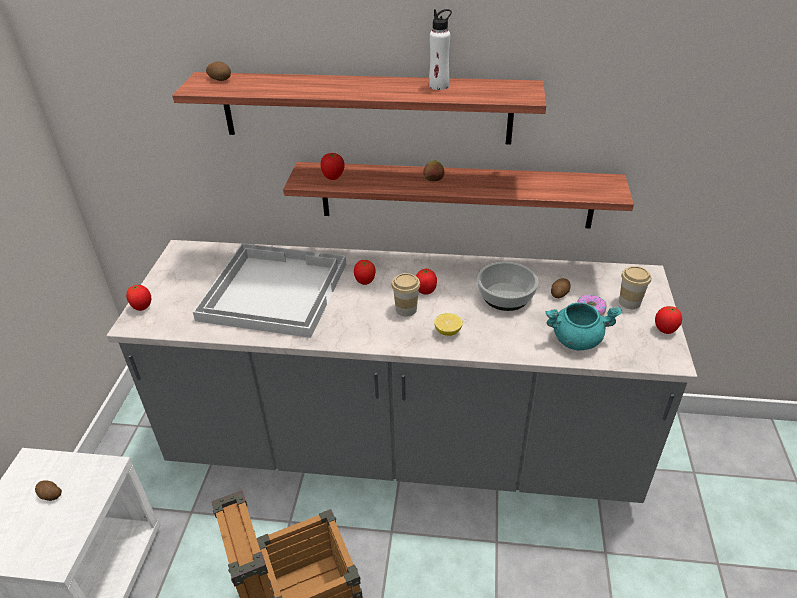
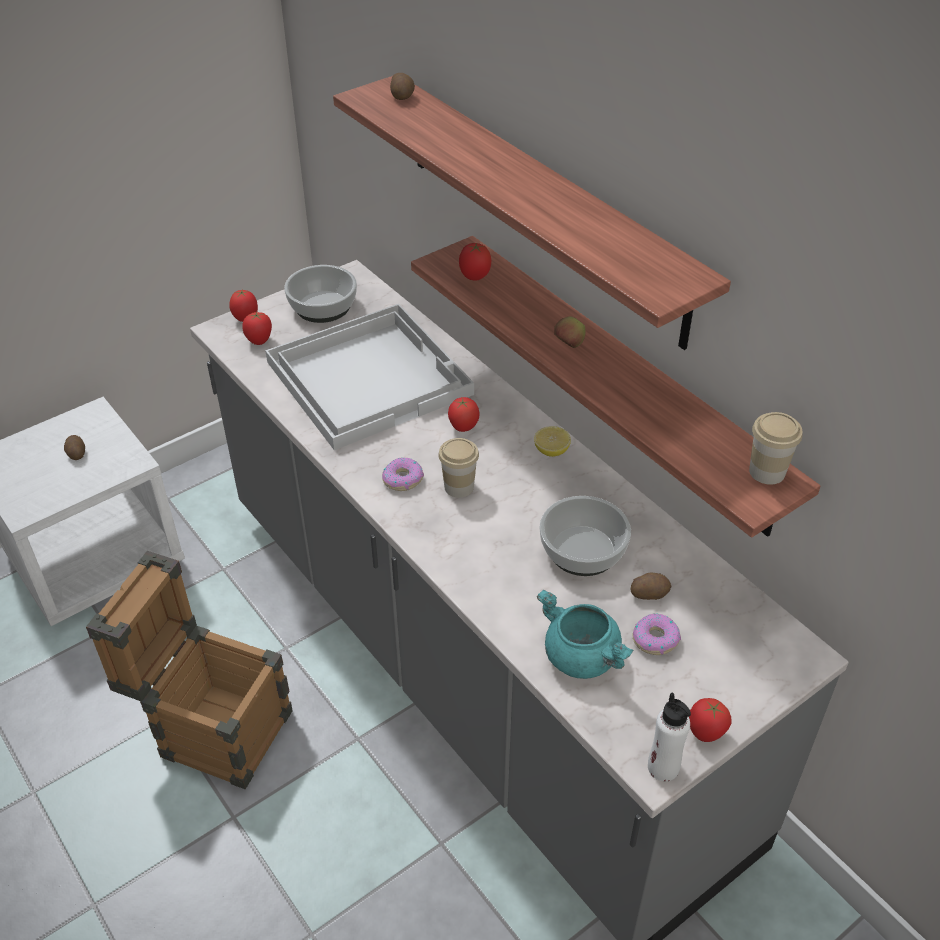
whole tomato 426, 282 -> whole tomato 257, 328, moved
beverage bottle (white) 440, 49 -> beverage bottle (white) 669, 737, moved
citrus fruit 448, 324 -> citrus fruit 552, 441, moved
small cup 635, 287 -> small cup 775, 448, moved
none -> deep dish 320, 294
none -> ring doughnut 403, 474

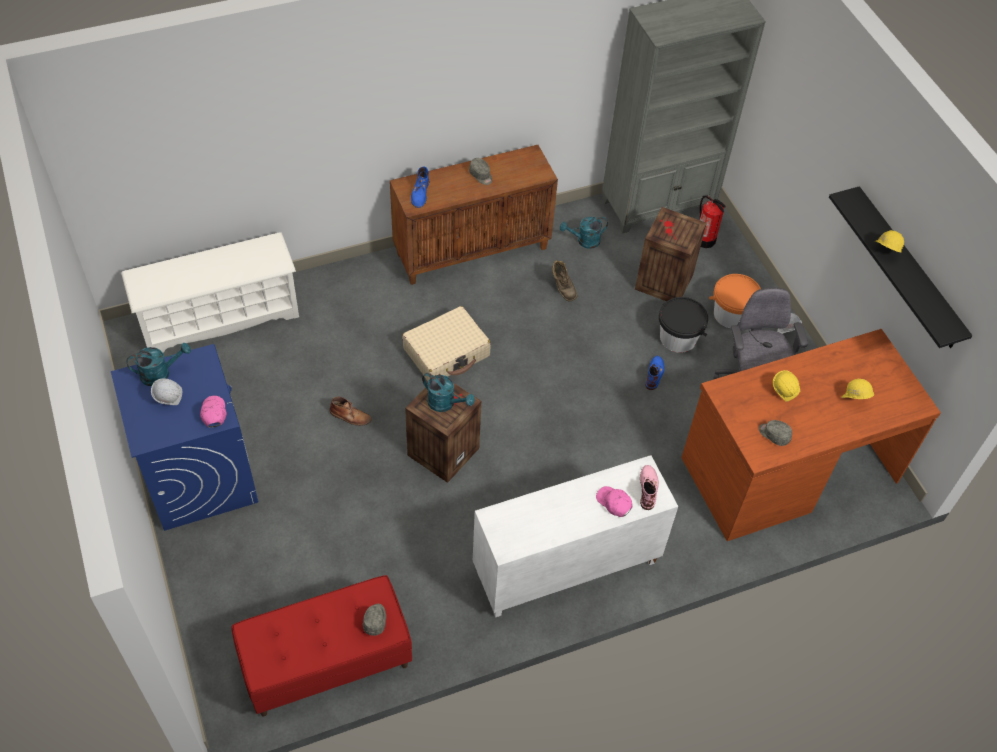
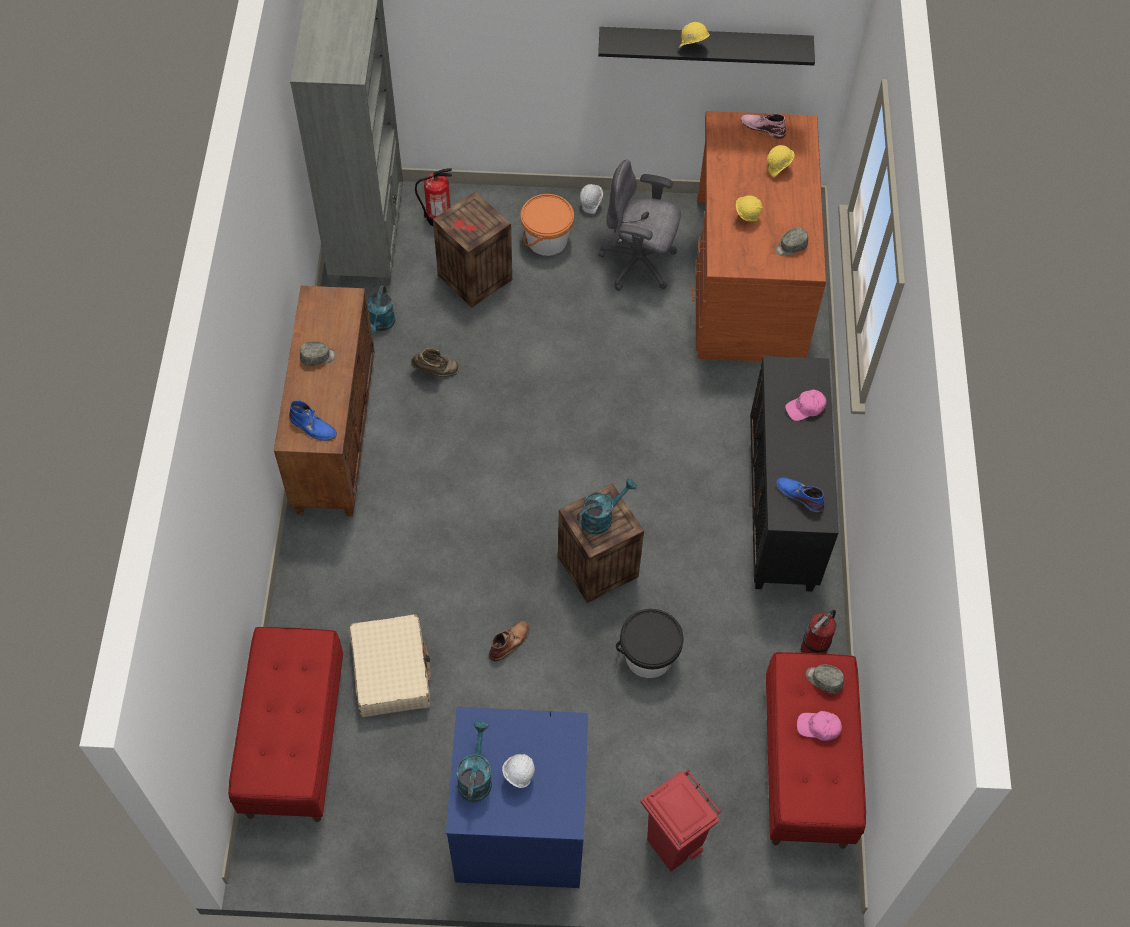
shoe rack (white) 210, 292 -> long seat (reddish) 285, 724
peaked cap (pink) 213, 412 -> peaked cap (pink) 819, 726, moved
suitcase (beige-coloured) 446, 343 -> suitcase (beige-coloured) 390, 665, moved
cabinet (white) 575, 536 -> cabinet (black) 794, 474
tall boot (pink) 649, 487 -> tall boot (pink) 763, 126, moved
tall boot (blue-coloured) 655, 373 -> tall boot (blue-coloured) 800, 495, moved
water bucket (black) 683, 325 -> water bucket (black) 649, 643, moved
none -> rubbish bin (reddish) 681, 820
none -> extinguisher 818, 632

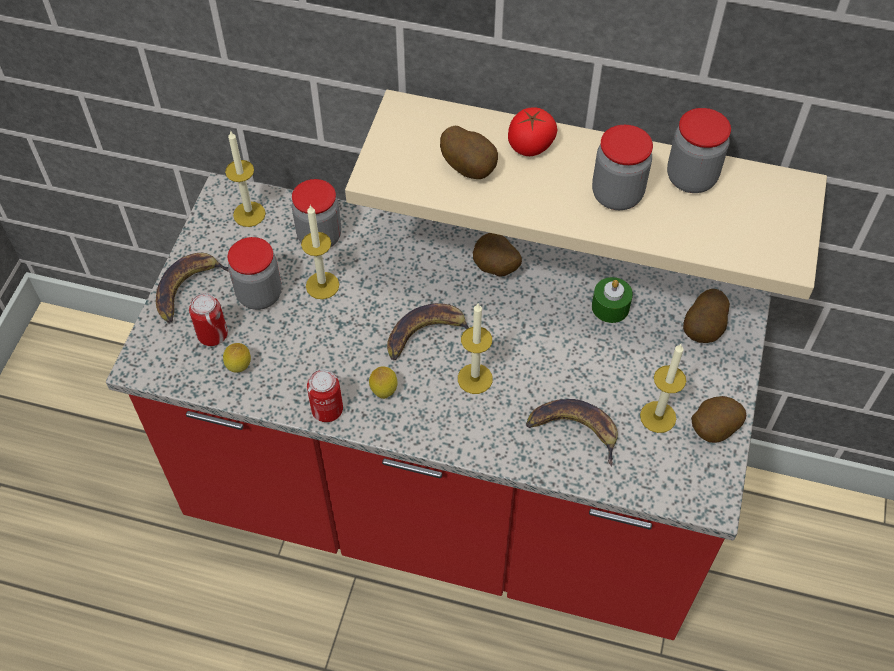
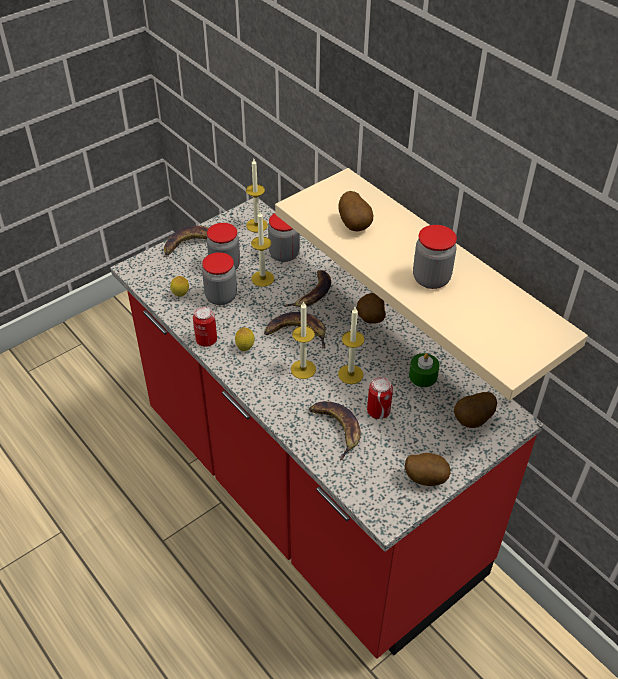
metal can 208, 319 -> metal can 380, 398, moved
whole tomato 532, 131 -> none
candle 663, 388 -> candle 351, 345, moved
jar 699, 150 -> jar 219, 278, moved
none -> whole banana 307, 288

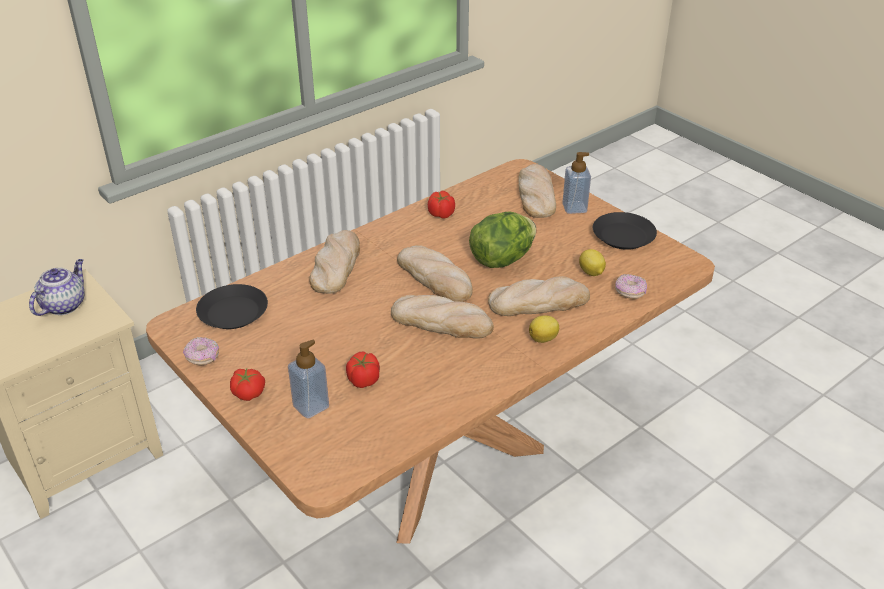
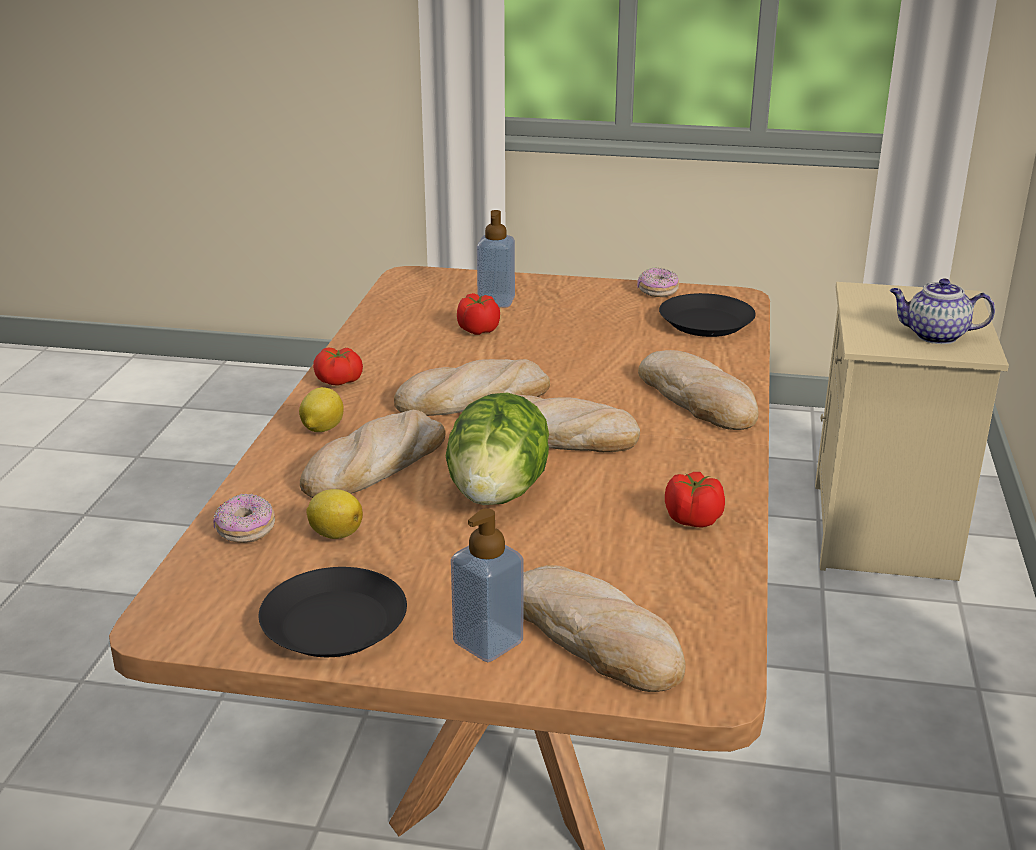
teapot 57, 287 -> teapot 942, 311, 120 degrees clockwise
whole tomato 247, 385 -> whole tomato 338, 367, moved

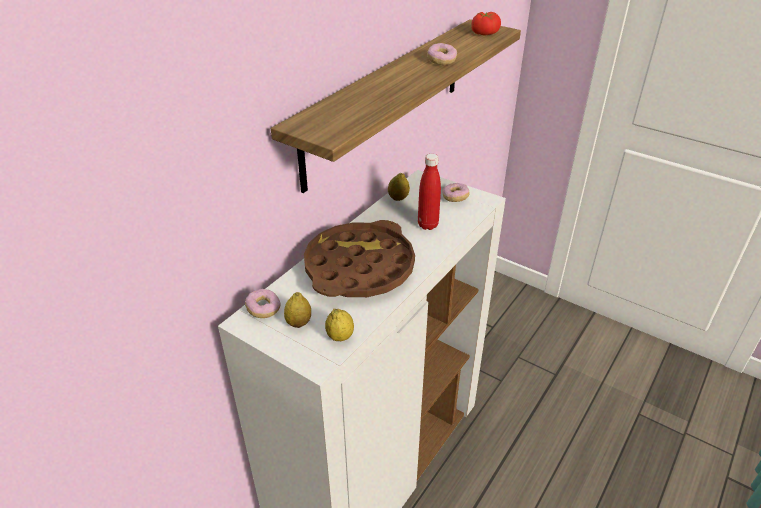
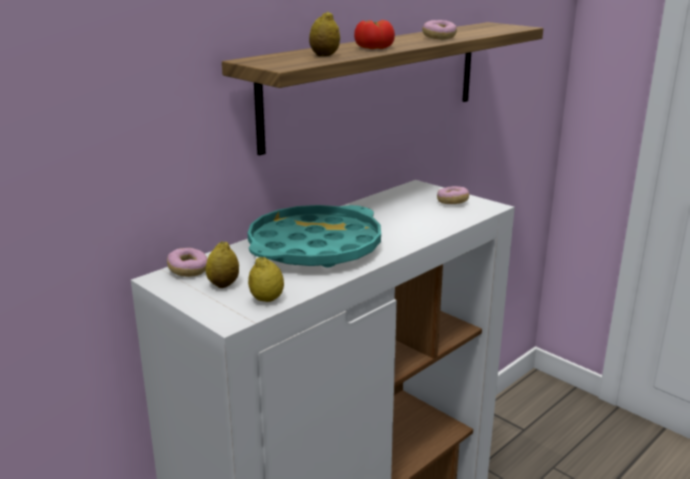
carrying tray (brown-coloured) 359, 258 -> carrying tray (turquoise) 314, 236
citrus fruit 399, 187 -> citrus fruit 324, 33, moved
beverage bottle (reddish) 429, 192 -> none
whole tomato 486, 24 -> whole tomato 374, 34, moved

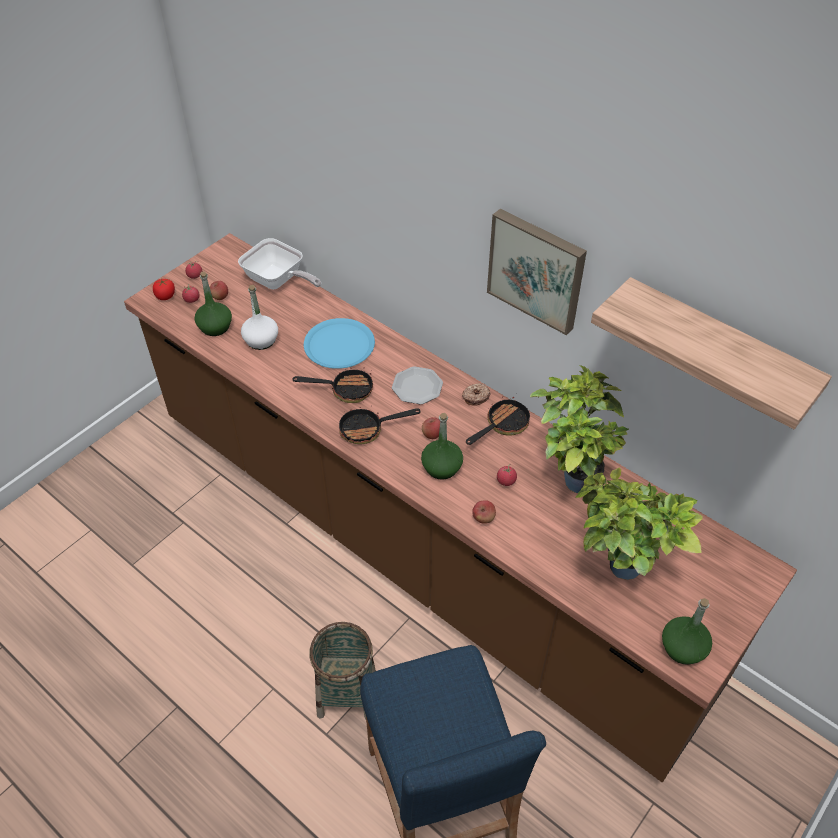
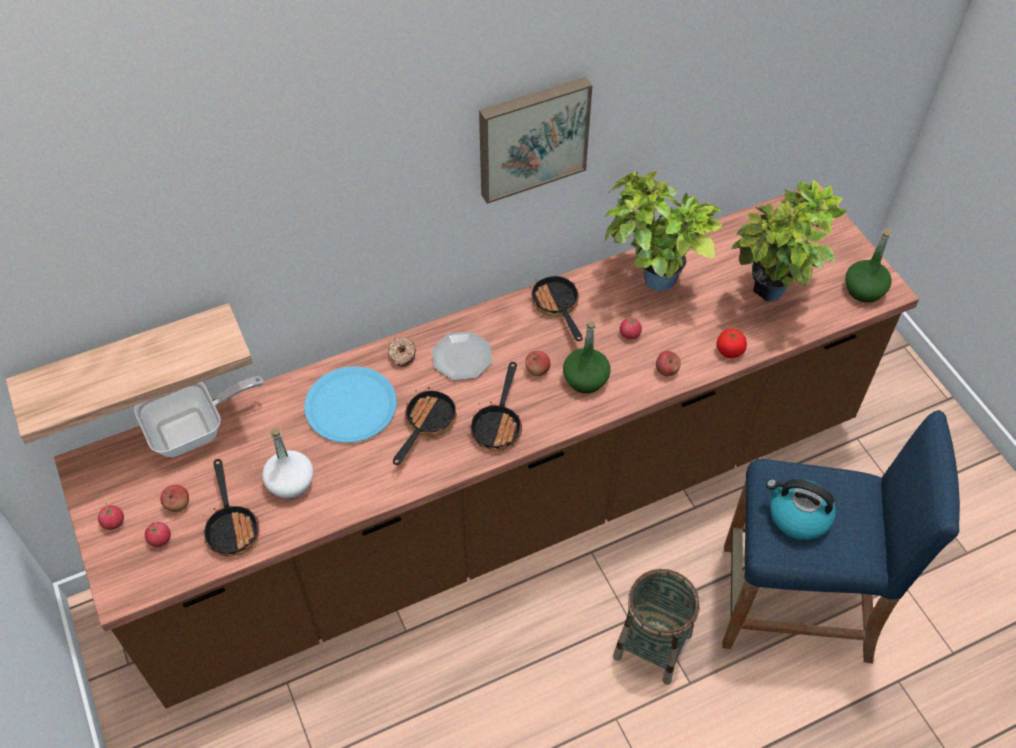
whole tomato 164, 289 -> whole tomato 732, 343, moved
beverage bottle (greenish) 213, 304 -> frying pan 231, 507
ring doughnut 476, 394 -> ring doughnut 402, 352, moved
wall shelf 711, 353 -> wall shelf 129, 373, moved
none -> tea kettle 801, 509

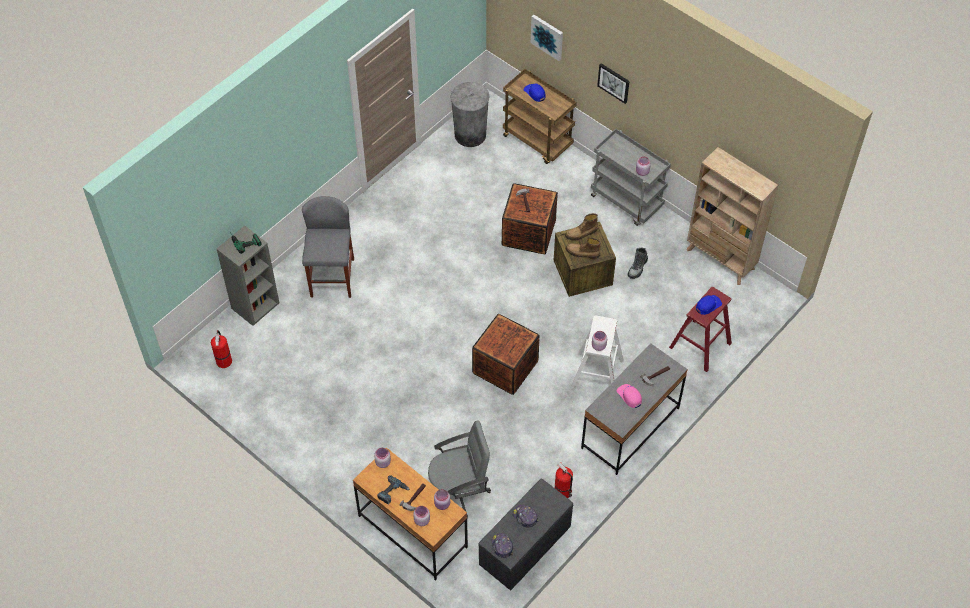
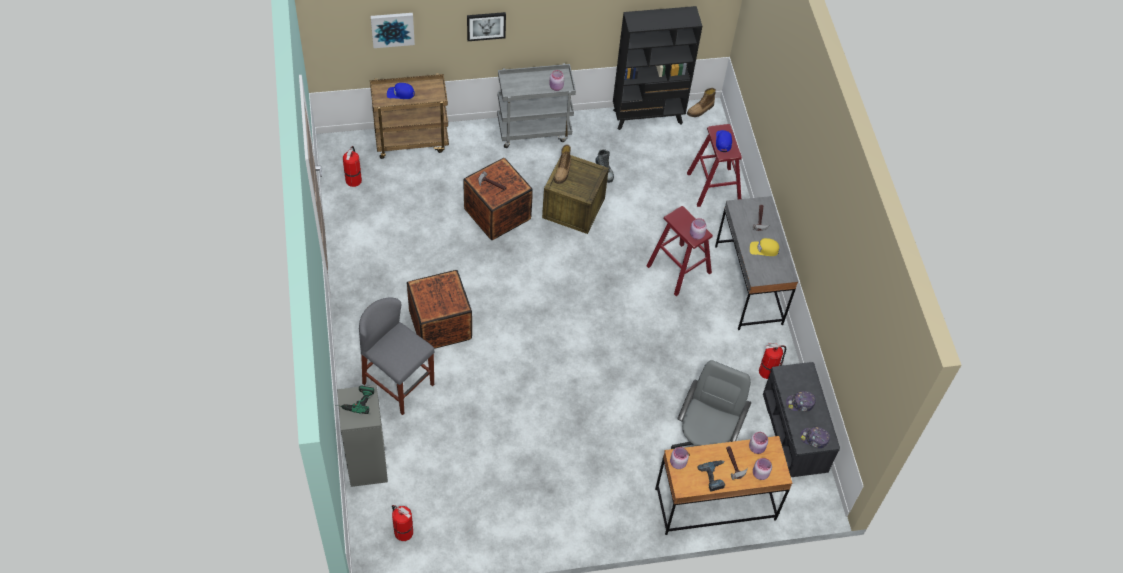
rubbish bin (greyish) 470, 114 -> extinguisher 352, 166
crate 506, 354 -> crate 439, 309, moved
tall boot 583, 248 -> tall boot 701, 102, moved
stool seat (white) 597, 352 -> stool seat (reddish) 680, 251
peaked cap (pink) 629, 396 -> peaked cap (yellow-coloured) 764, 247
bookshelf (beige-coloured) 732, 216 -> bookshelf (black) 657, 68

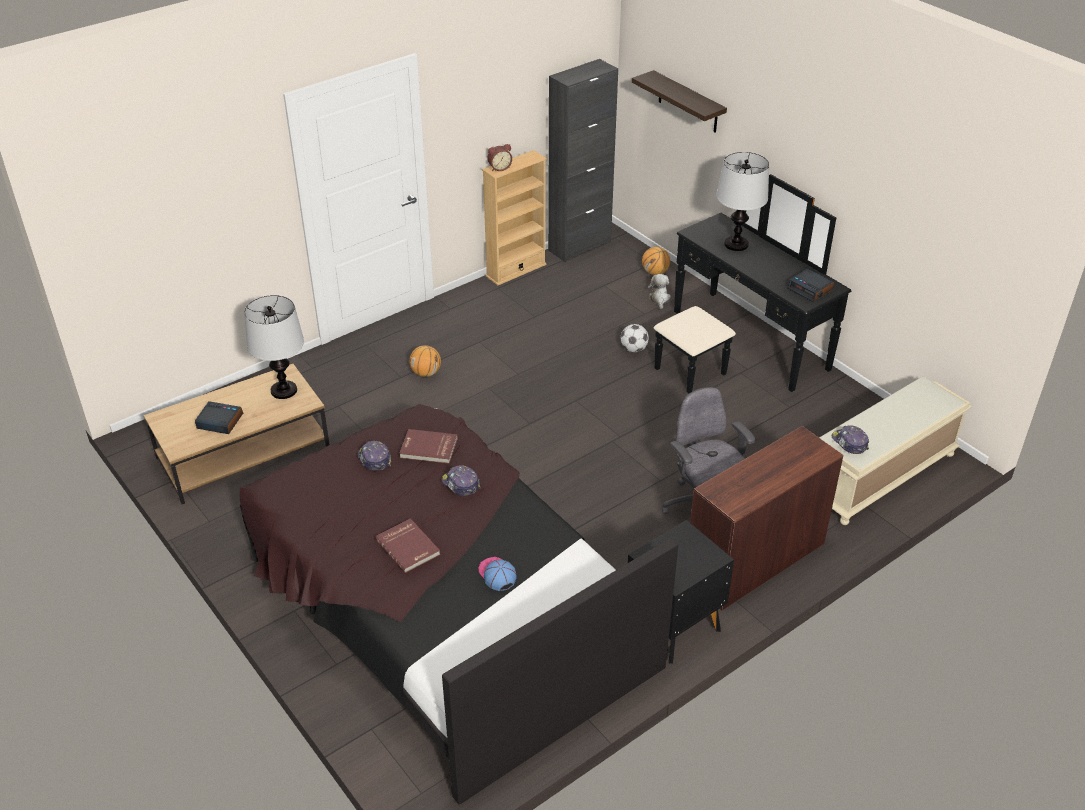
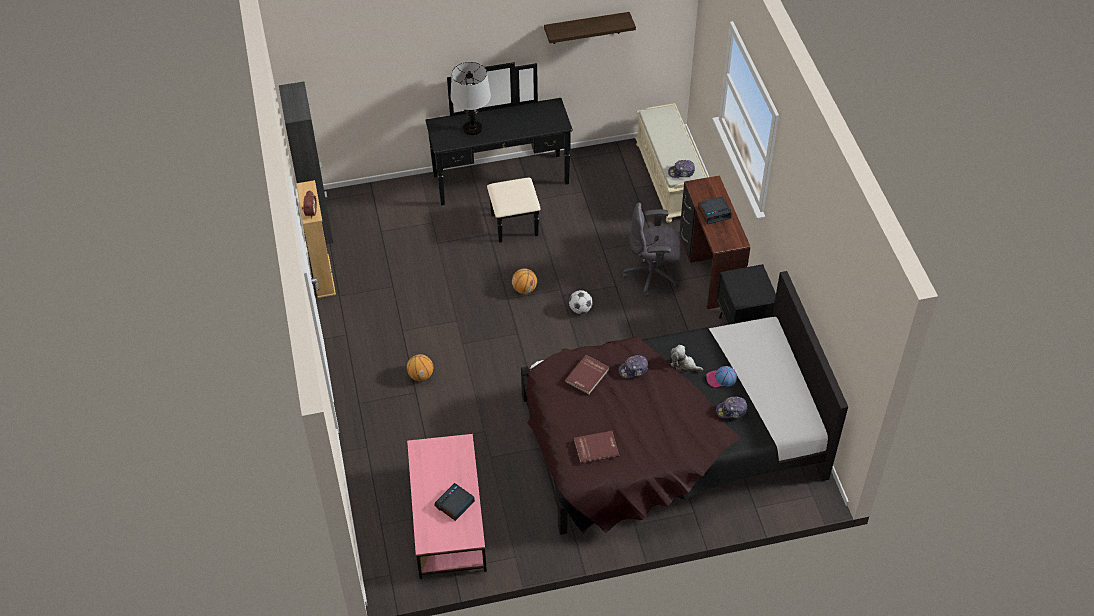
lounge table (brown-coloured) 237, 434 -> lounge table (pink) 447, 506
lamp for a table 274, 347 -> none
peaked cap 374, 456 -> peaked cap 731, 407, moved
book (reddish) 407, 545 -> book (reddish) 596, 447, moved
football 635, 338 -> football 581, 302, moved
wall shelf 679, 101 -> wall shelf 590, 28, moved
basketball 656, 261 -> basketball 524, 281, moved
cuddly toy 659, 291 -> cuddly toy 687, 358, moved
table clock 810, 285 -> table clock 714, 210, moved

